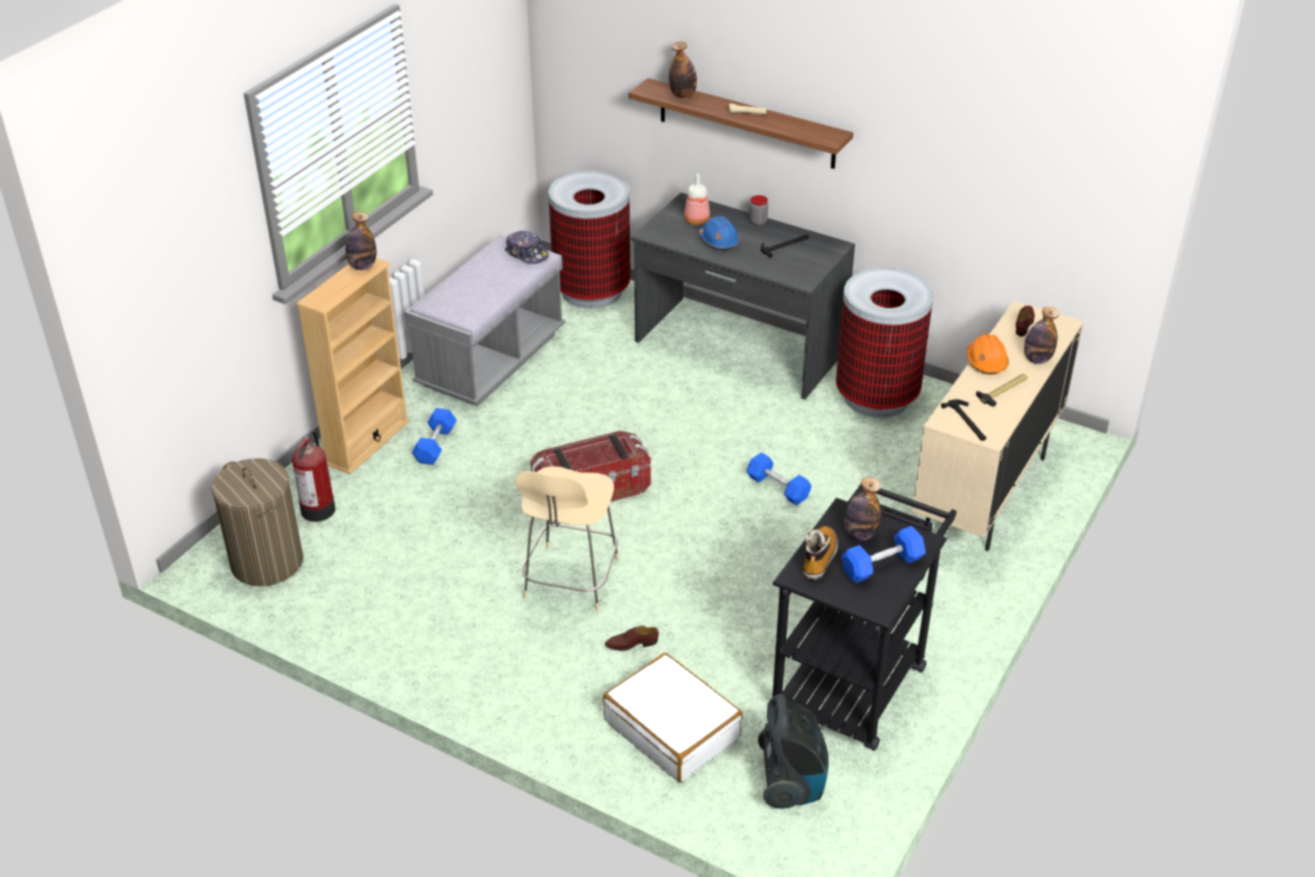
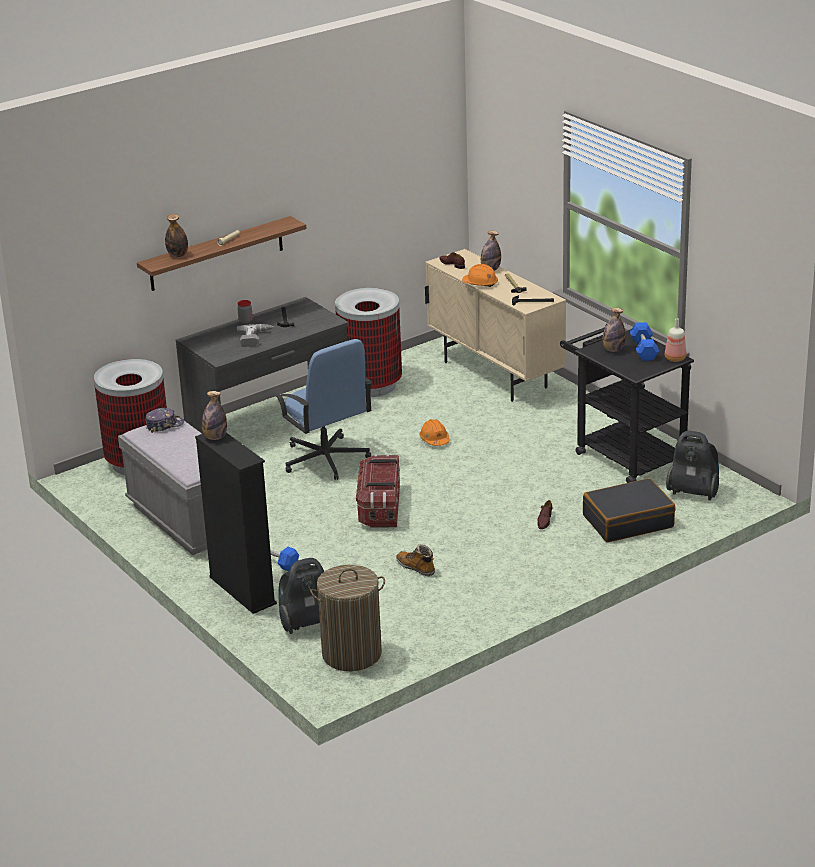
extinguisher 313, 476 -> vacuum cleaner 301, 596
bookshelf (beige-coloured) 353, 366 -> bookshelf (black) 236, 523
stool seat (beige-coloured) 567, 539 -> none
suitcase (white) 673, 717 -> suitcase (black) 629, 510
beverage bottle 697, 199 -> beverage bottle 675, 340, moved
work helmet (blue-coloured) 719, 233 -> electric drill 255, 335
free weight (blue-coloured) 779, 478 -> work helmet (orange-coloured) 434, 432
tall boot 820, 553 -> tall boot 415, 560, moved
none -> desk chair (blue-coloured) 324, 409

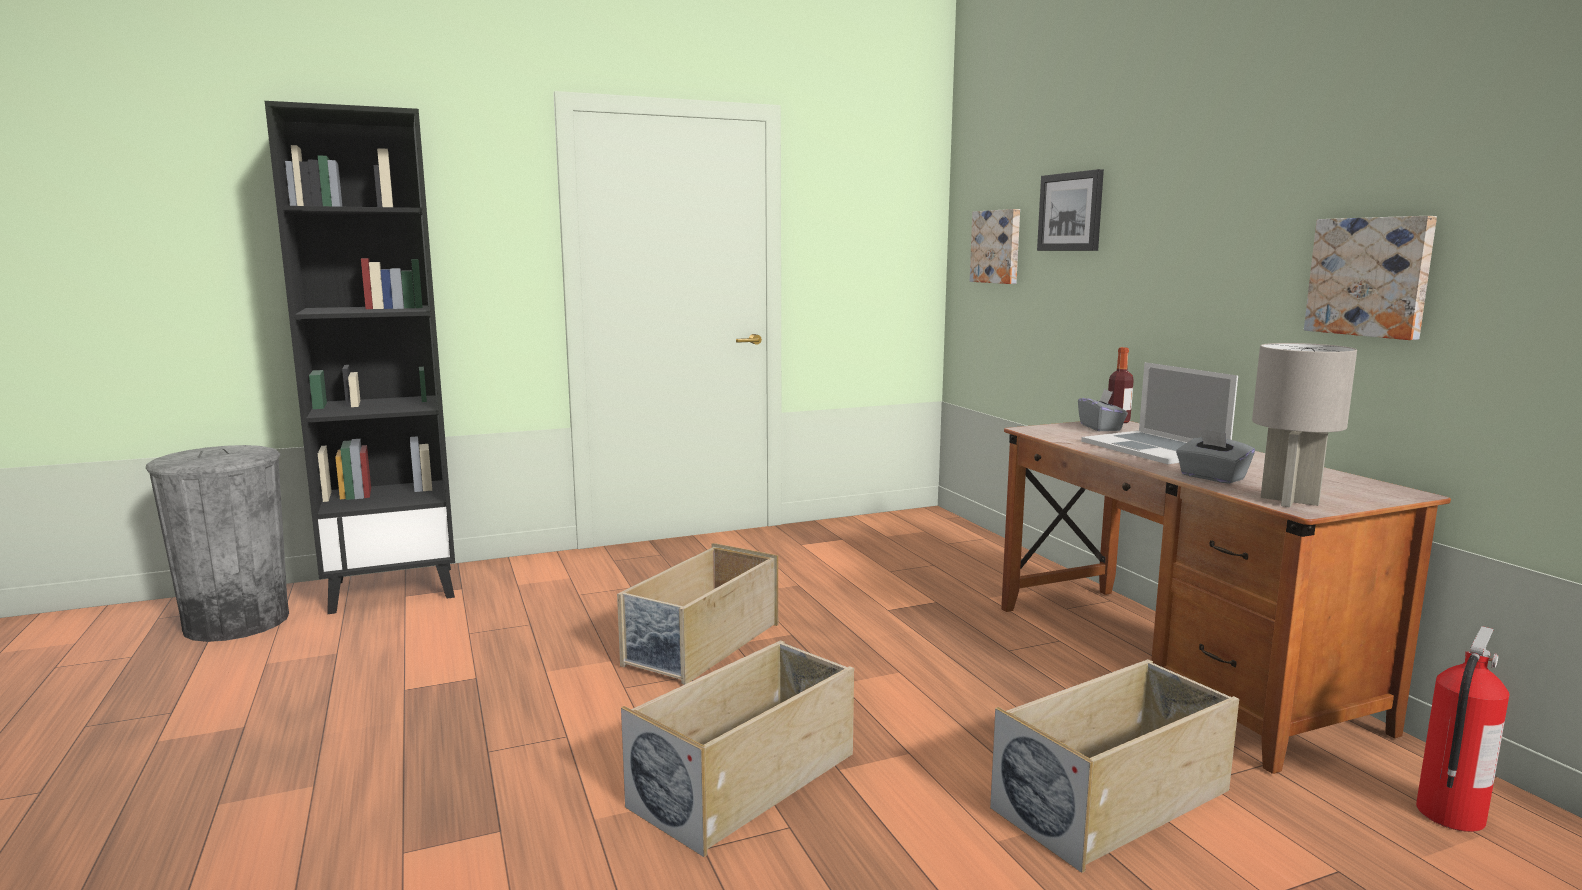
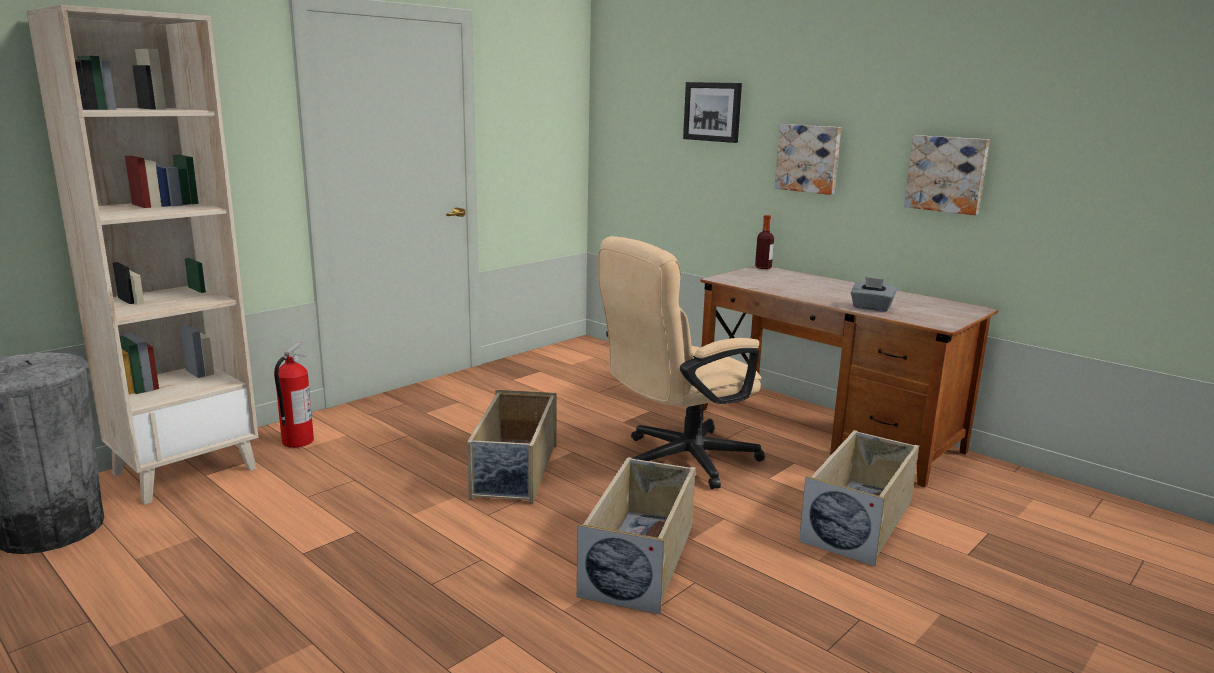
bookshelf (black) 360, 357 -> bookshelf (beige-coloured) 142, 255
wall picture 995, 246 -> wall picture 808, 159, moved
tissue holder (greyish) 1103, 410 -> none
portable computer 1159, 413 -> none
lamp for a table (greyish) 1304, 425 -> none
extinguisher 1463, 729 -> extinguisher 294, 395, moved
none -> desk chair (beige-coloured) 681, 362

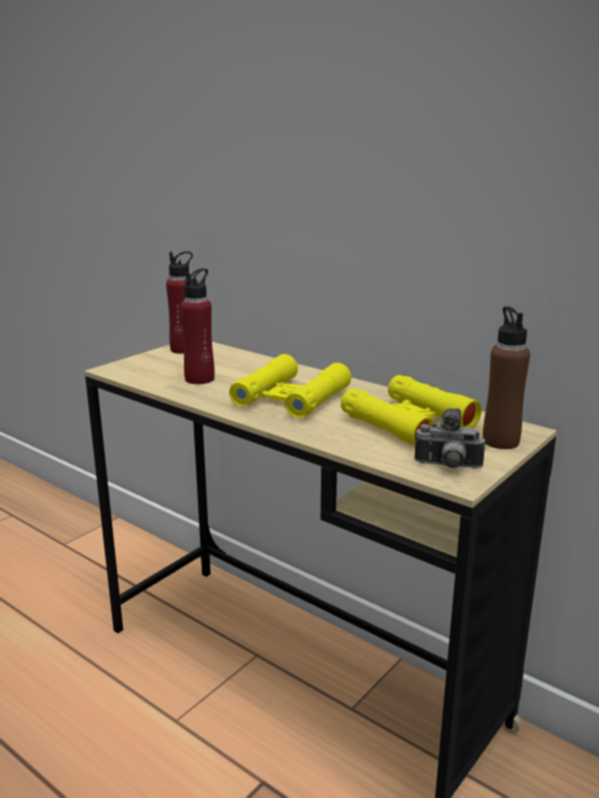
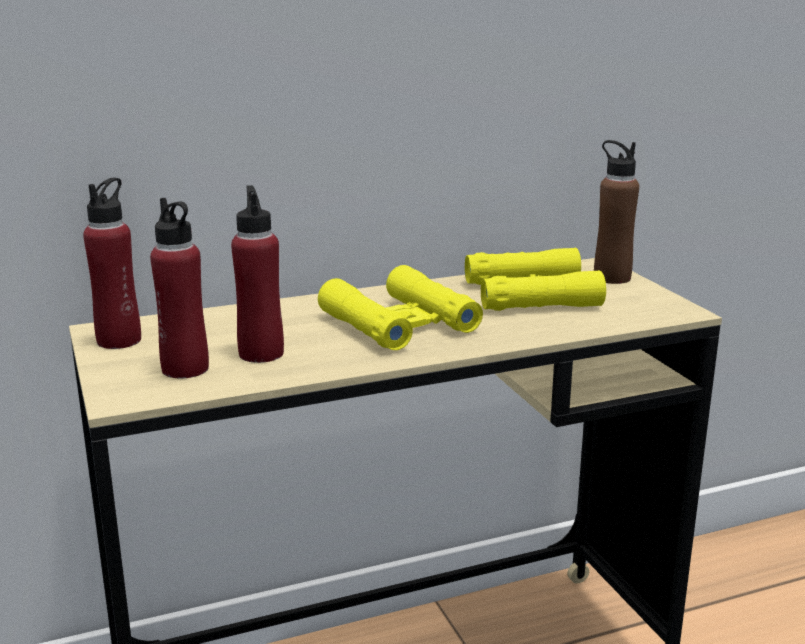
photo camera 450, 438 -> none
none -> beverage bottle (reddish) 179, 288

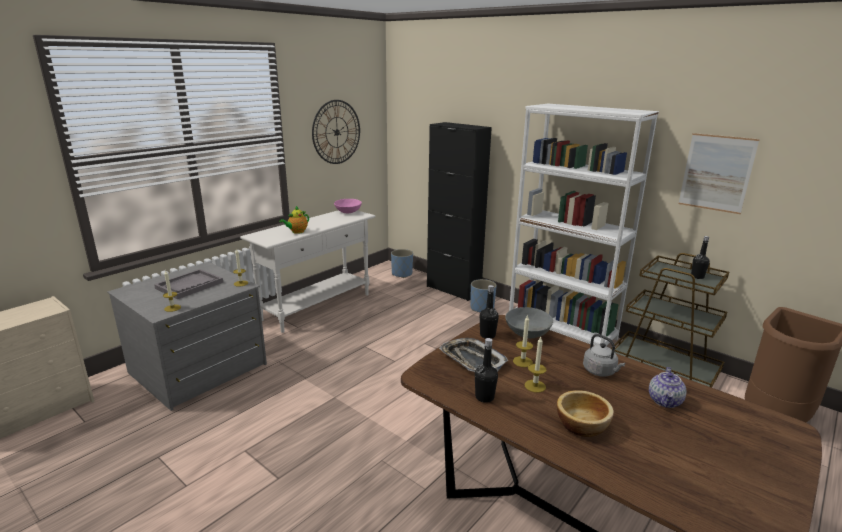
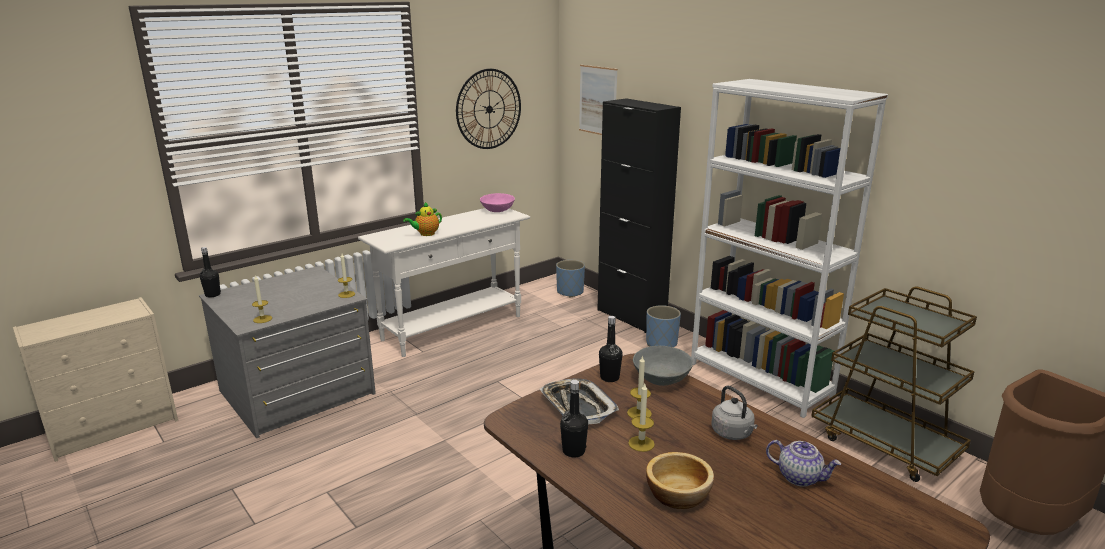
carrying tray (greyish) 188, 284 -> none
teapot 668, 387 -> teapot 803, 463, 90 degrees counterclockwise
wall picture 719, 173 -> wall picture 598, 100, moved
beverage bottle (black) 700, 257 -> beverage bottle (black) 210, 272, moved

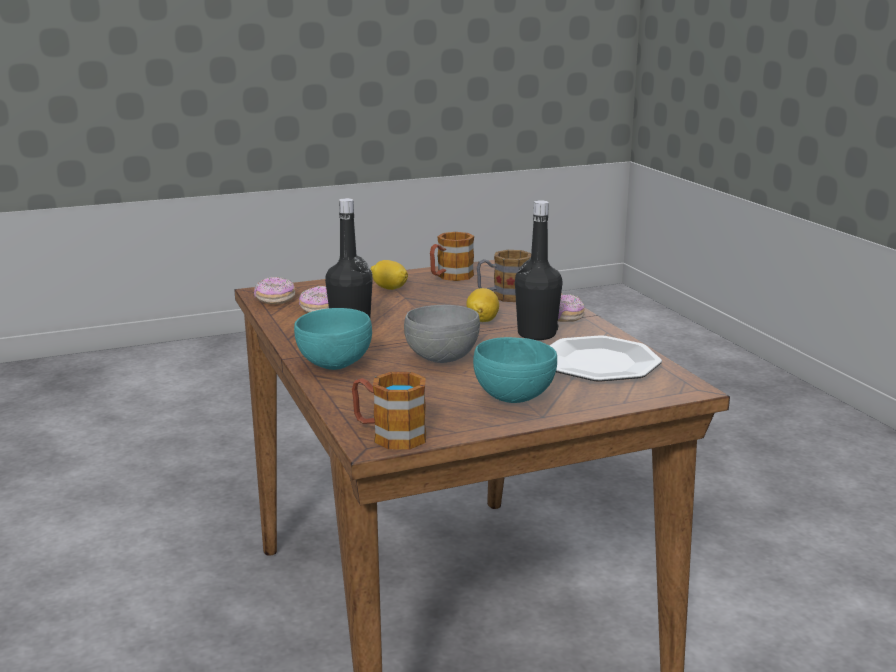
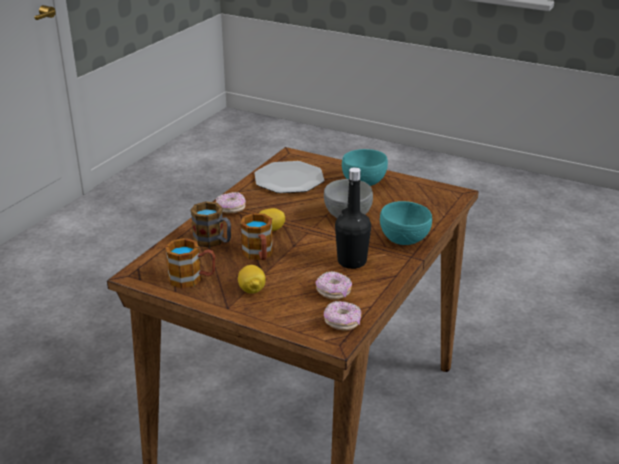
tea mug 389, 410 -> tea mug 256, 236, moved
beverage bottle (black) 538, 270 -> none

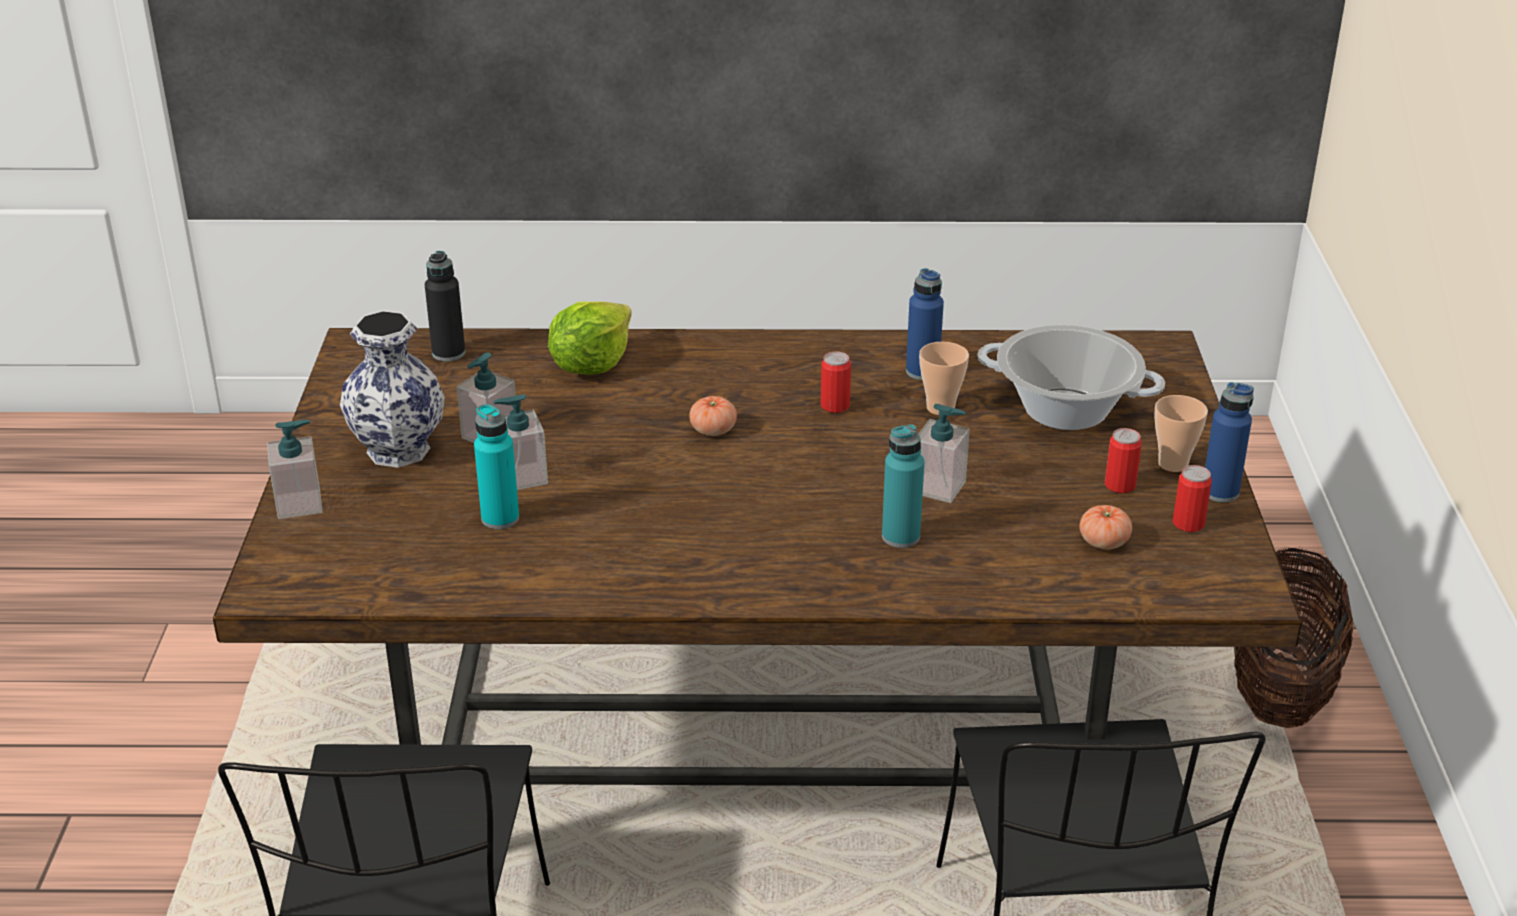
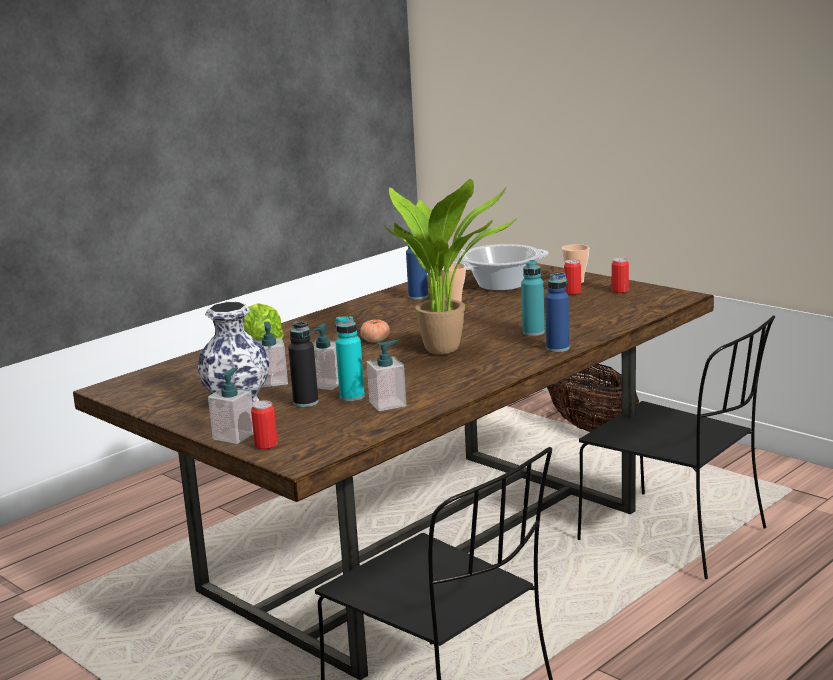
beverage bottle (black) 445, 306 -> beverage bottle (black) 303, 364, moved
metal can 836, 382 -> metal can 264, 425, moved
soap dispenser 944, 453 -> soap dispenser 386, 375, moved
whole tomato 1105, 527 -> none
beverage bottle (blue-coloured) 1229, 442 -> beverage bottle (blue-coloured) 557, 312, moved
none -> houseplant 451, 267

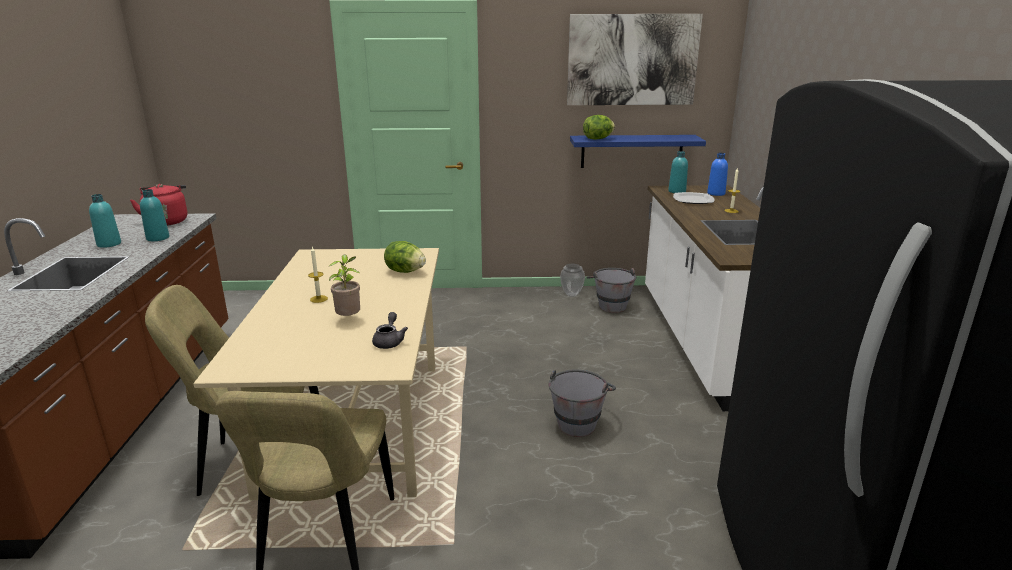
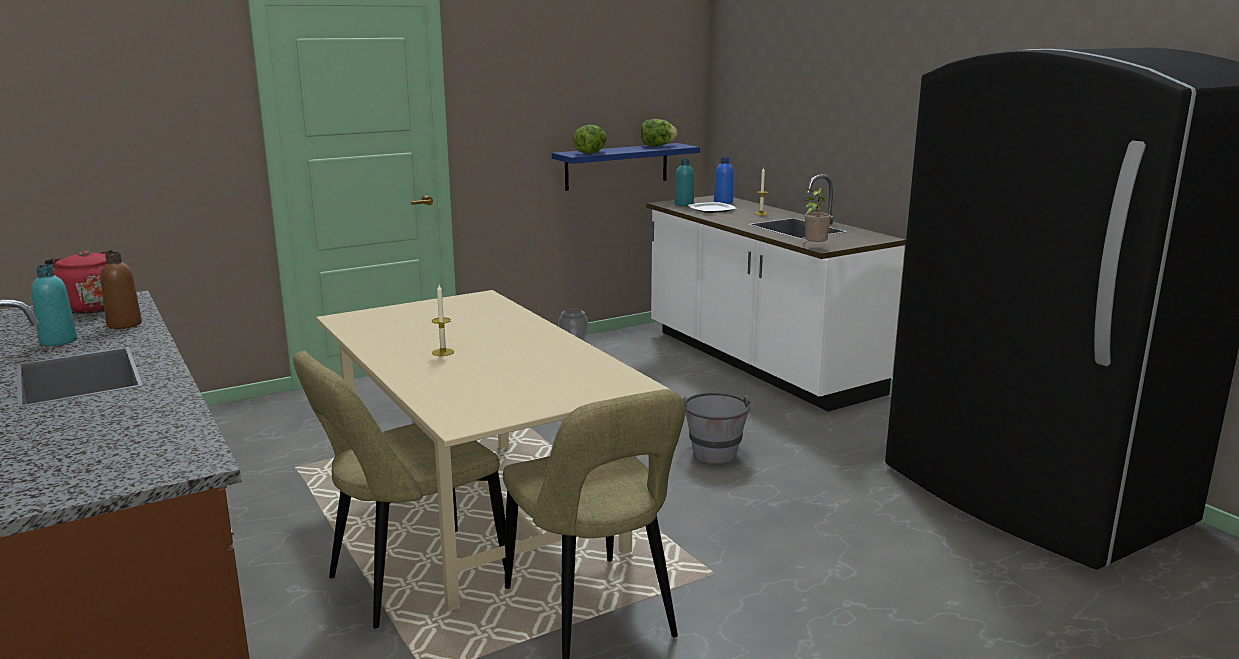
beverage bottle (turquoise) 154, 215 -> beverage bottle (brown-coloured) 121, 290
houseplant 344, 285 -> houseplant 817, 216, moved
teapot (greyish) 390, 330 -> none
head of lettuce 405, 257 -> head of lettuce 659, 132, moved
wall picture 635, 59 -> none
water bucket (greyish) 611, 290 -> none

